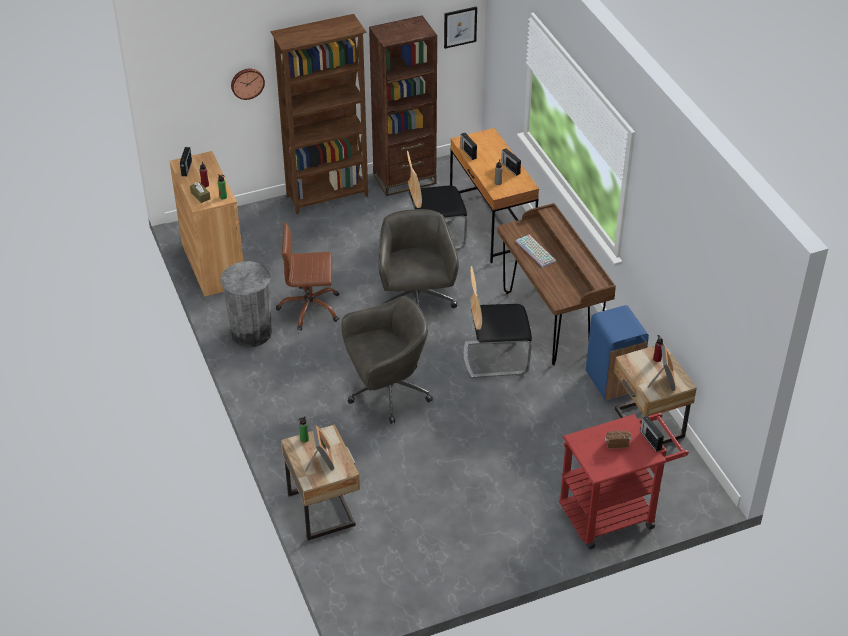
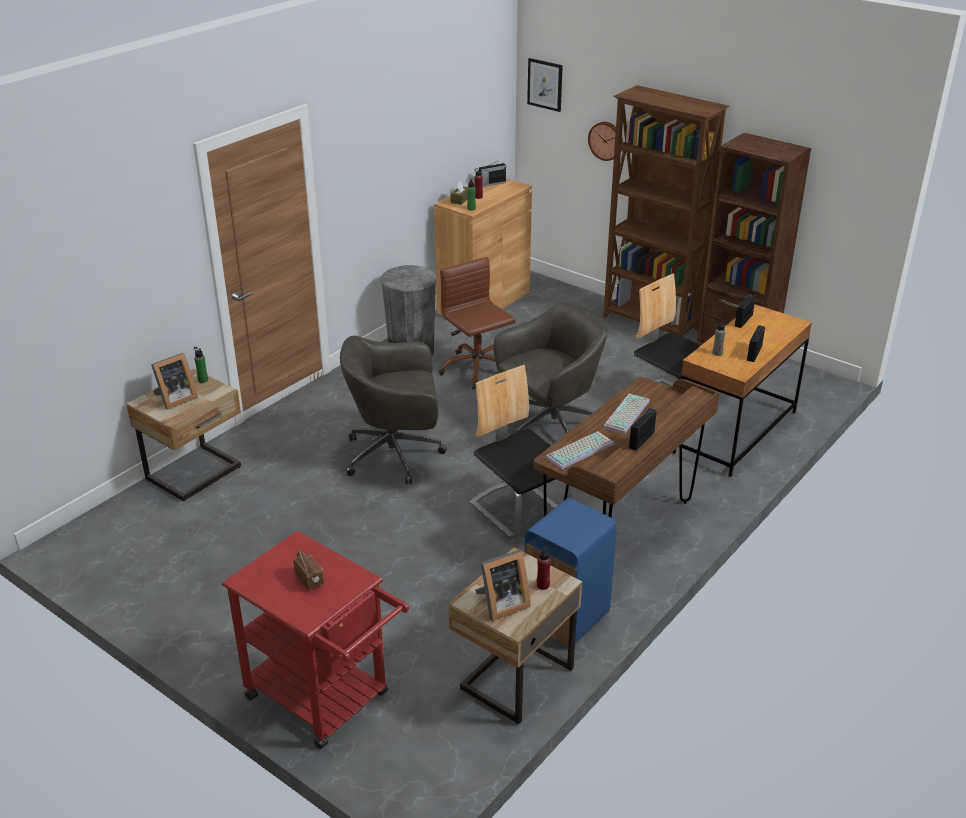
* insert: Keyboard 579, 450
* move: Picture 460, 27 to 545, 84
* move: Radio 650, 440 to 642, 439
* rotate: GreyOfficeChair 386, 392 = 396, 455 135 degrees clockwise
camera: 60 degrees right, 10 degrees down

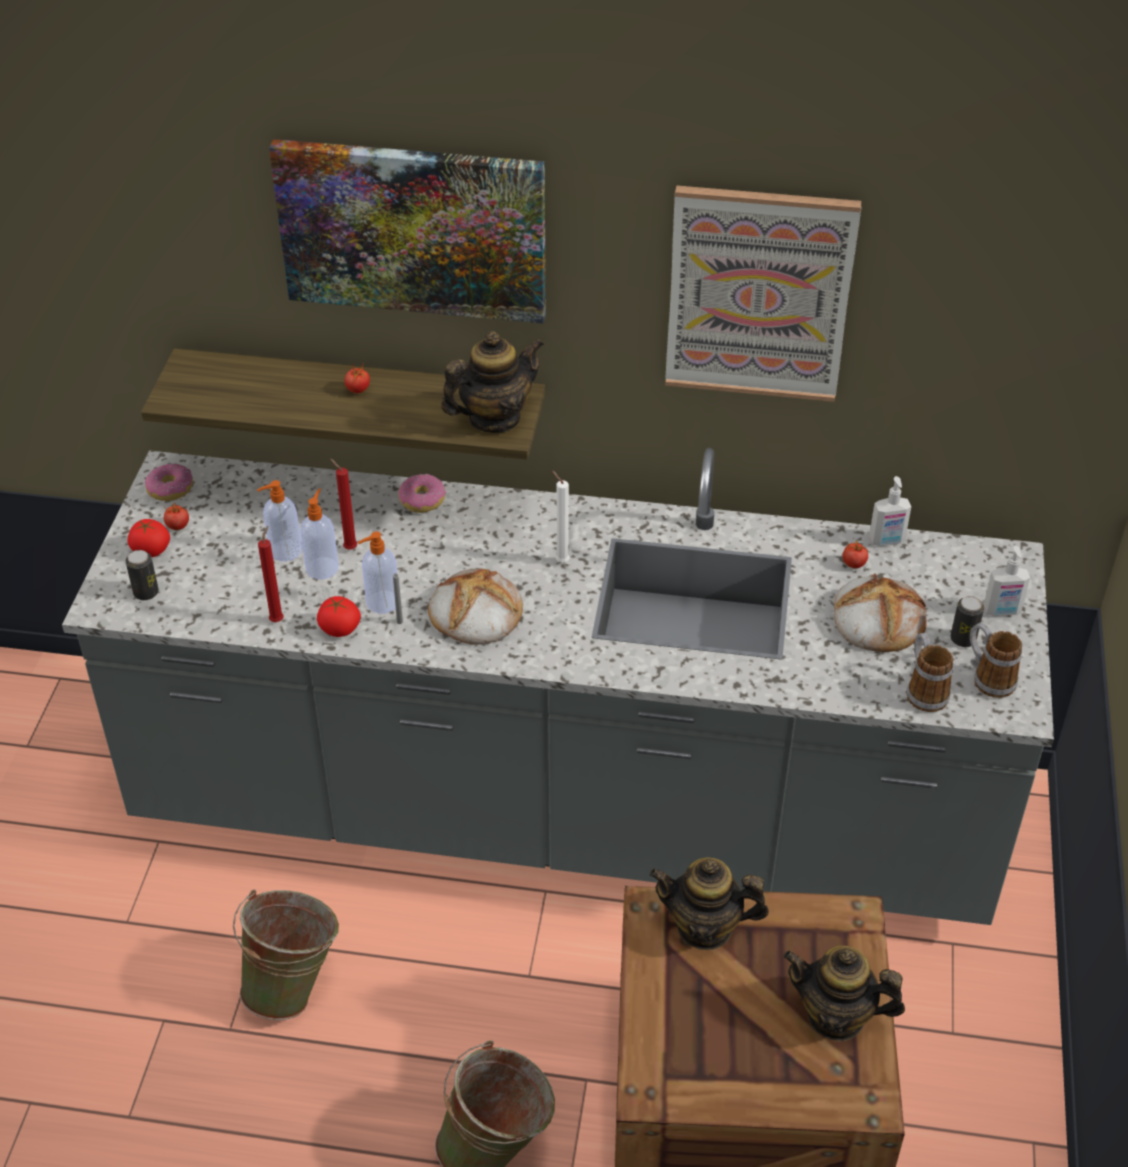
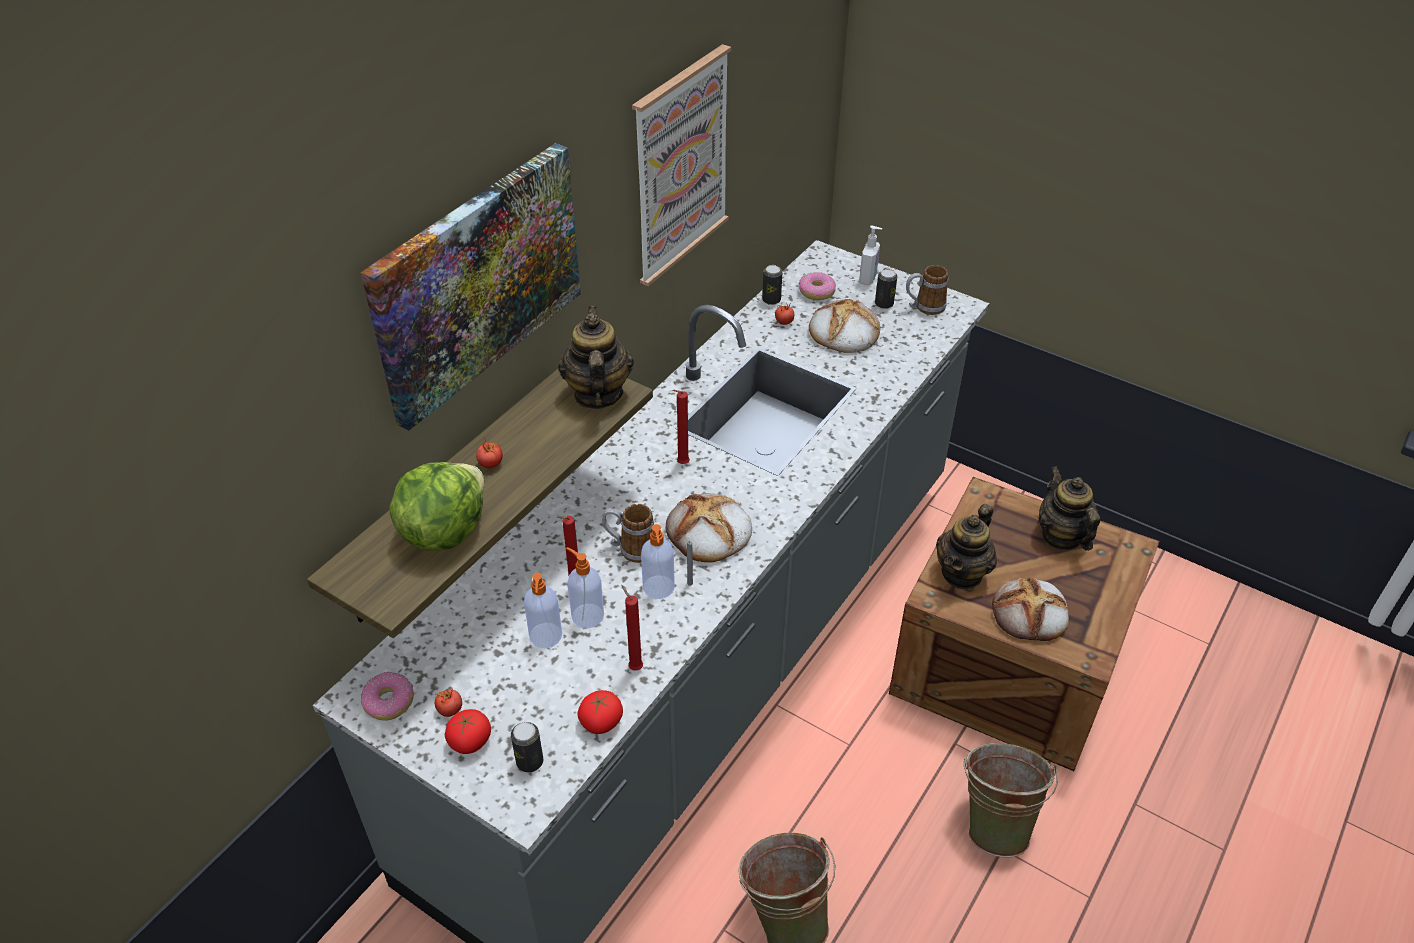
* insert: Lettuce 443, 530
* insert: Bread 1030, 614
* move: Tomato 340, 629 to 601, 722
* move: Donut 422, 500 to 816, 292
* move: Mug 923, 690 to 631, 548
* replace: SoapDispenser 887, 541 to Can 771, 300
* recolor: WhiteCandle 560, 560 to RedCandle 681, 464
* rotate: Teapot 836, 1017 = 1061, 536 120 degrees clockwise
camera: 65 degrees left, 0 degrees up

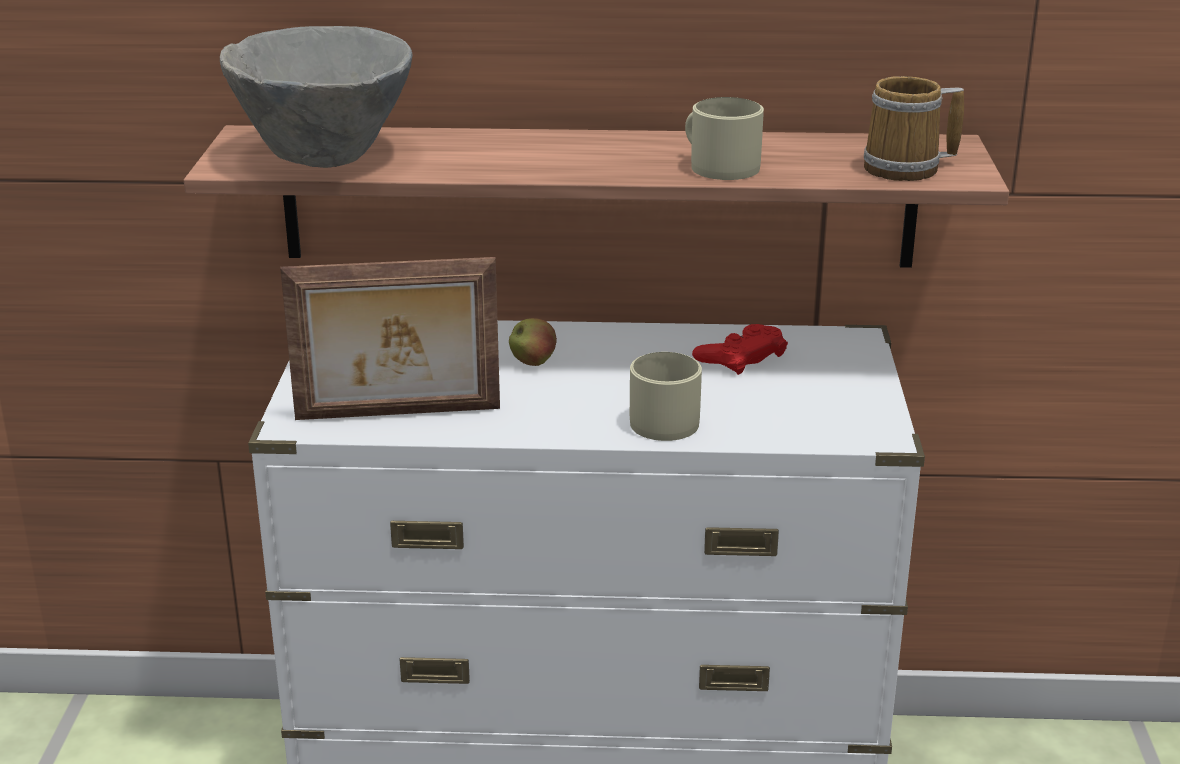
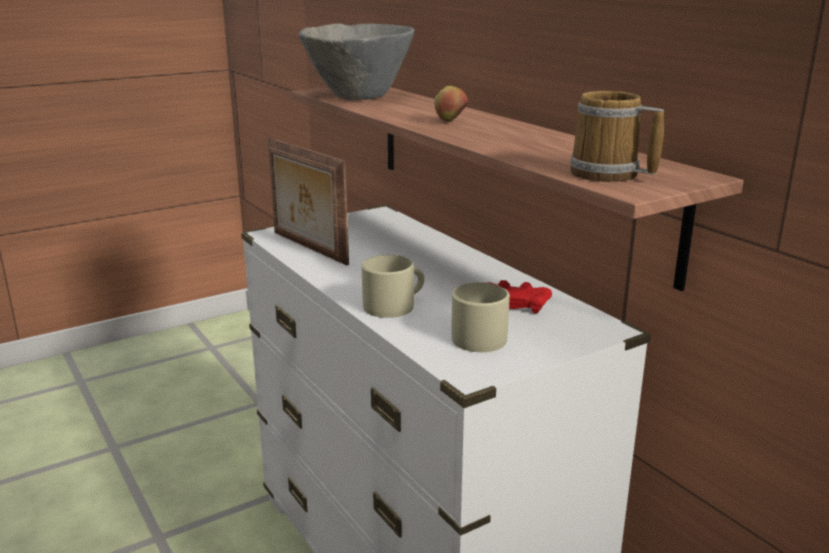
* move: Apple 533, 363 to 450, 121
* move: BeigeMug 718, 165 to 480, 336
camera: 55 degrees right, 5 degrees down

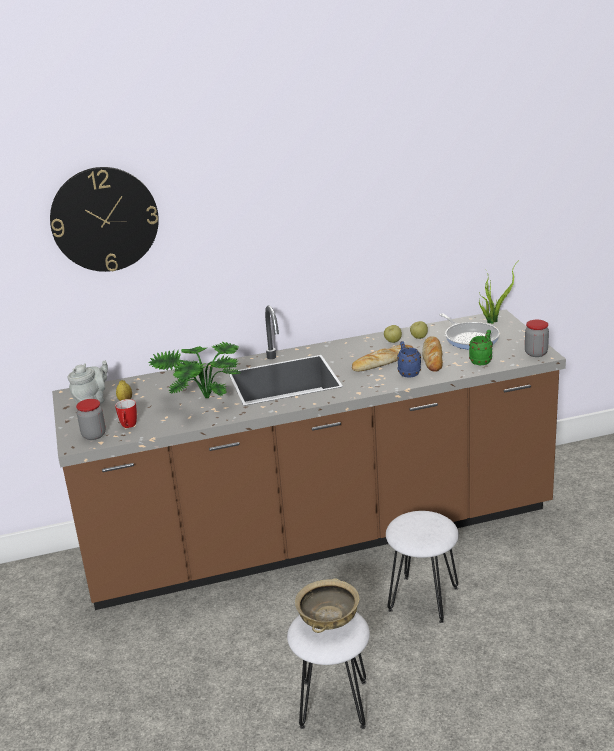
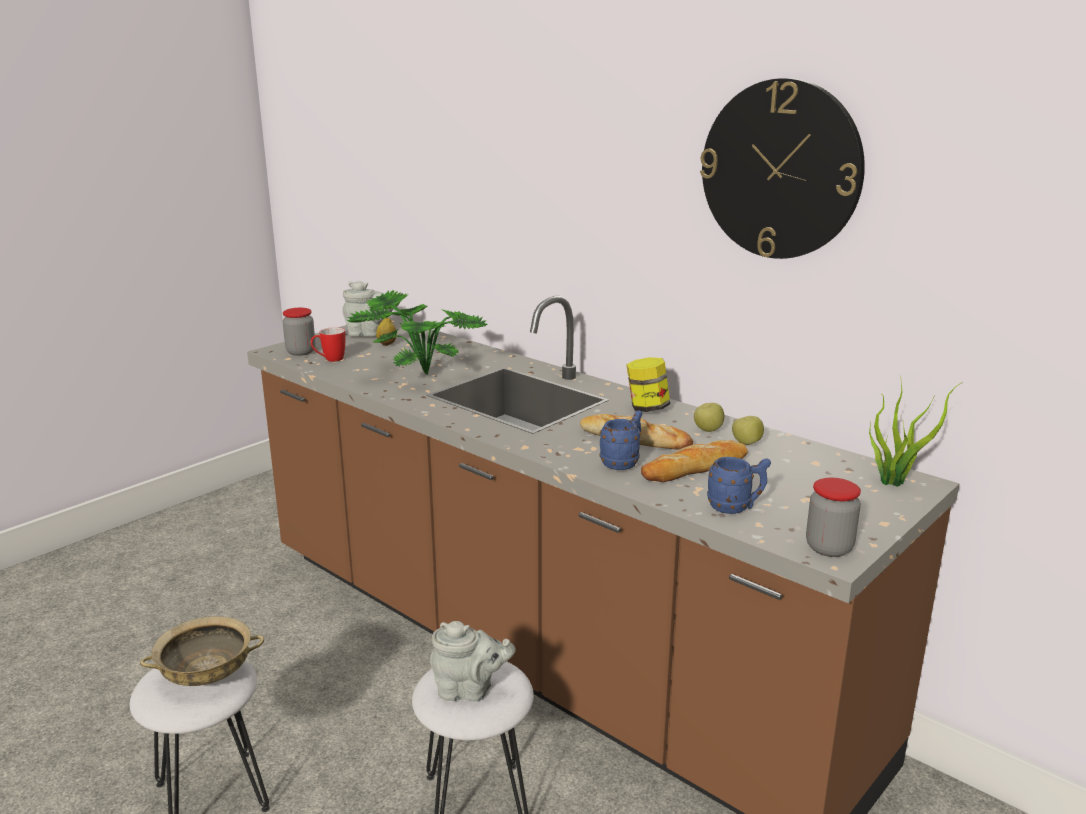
* delete: FryingPan 470, 338
* insert: GreyTeapot 469, 690
* insert: Jar 647, 408
* move: WallClock 104, 219 to 780, 170
* recolor: GreenMug 482, 360 to BlueMug 736, 507
camera: 55 degrees right, 5 degrees down

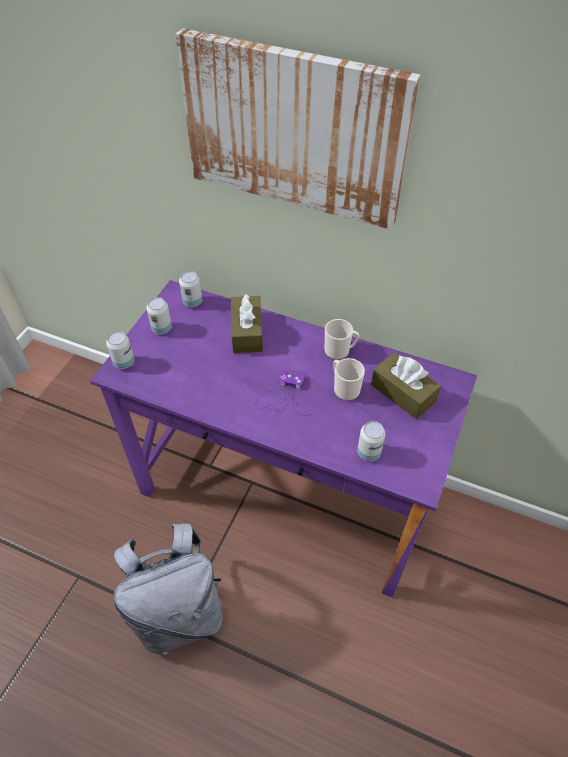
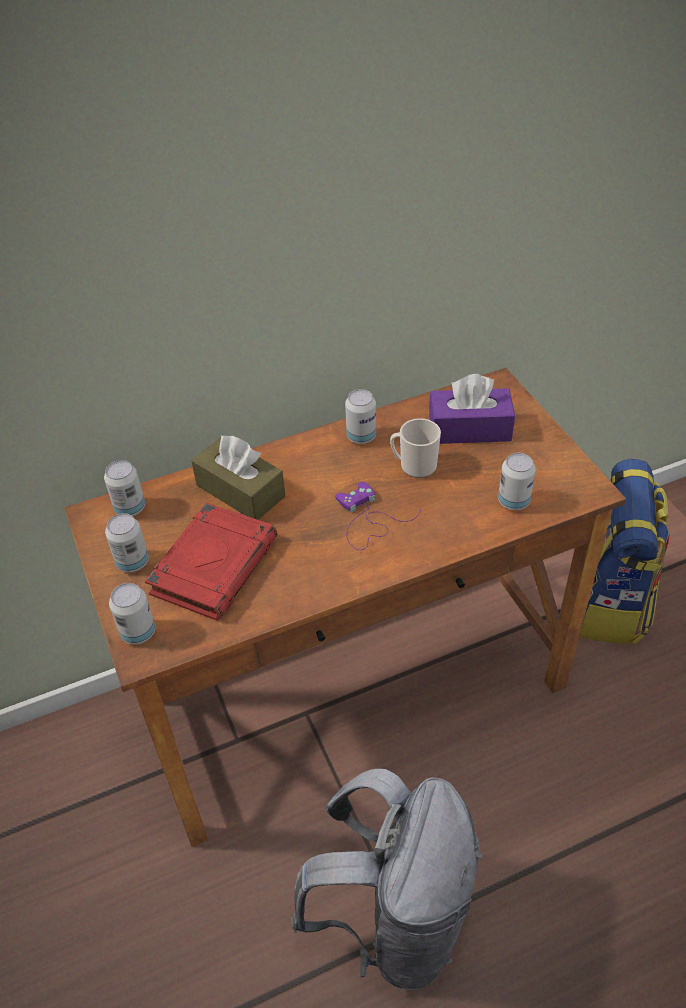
* delete: Picture 294, 130
* insert: RedBook 214, 565
* insert: Backpack 609, 602
* replace: Mug 339, 350 to Can 361, 436
* recolor: PurpleDesk 284, 491 to BrownDesk 351, 690
* recolor: BrownTissueBox 403, 393 to PurpleTissueBox 469, 429
camera: 45 degrees left, 5 degrees down

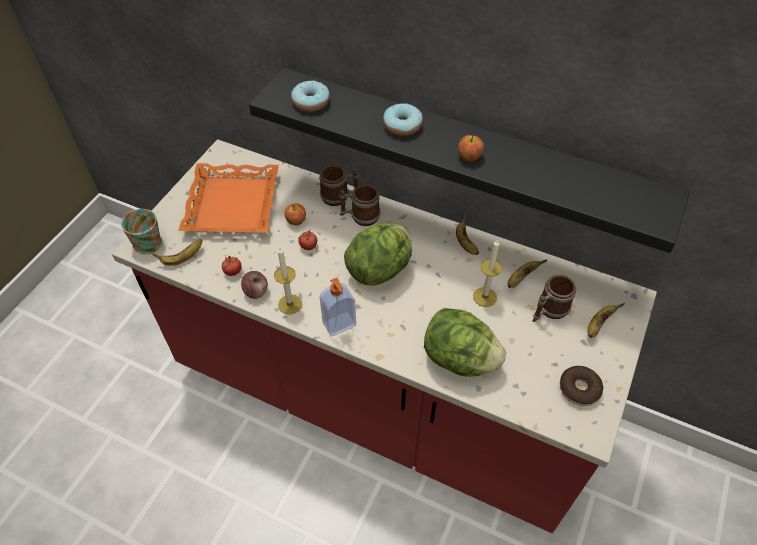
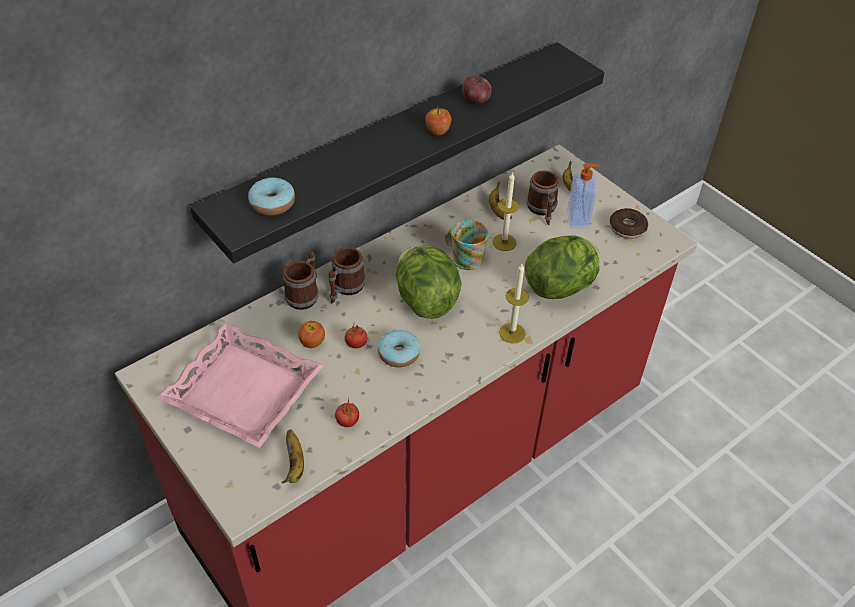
* delete: Banana 465, 243
* move: Mug 149, 240 to 463, 257
* move: Apple 256, 291 to 475, 100
* move: Candle 290, 304 to 512, 333
* move: SoapDispenser 339, 325 to 579, 219
* move: Donut 402, 126 to 399, 354
* recolor: OrangeTray 233, 205 to PinkTray 244, 390
camera: 65 degrees left, 5 degrees down

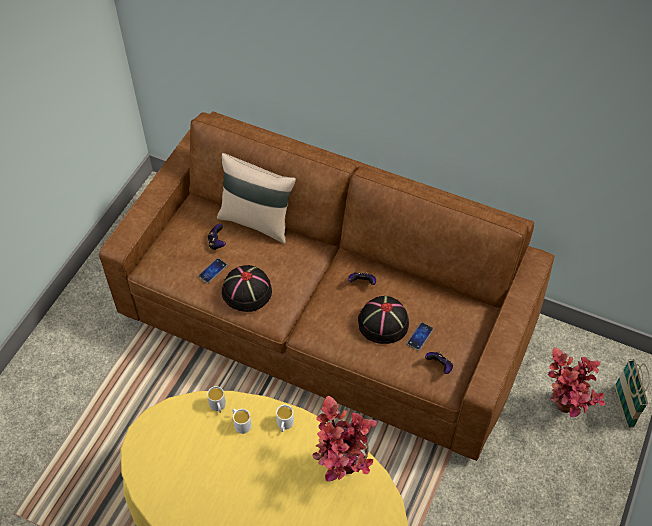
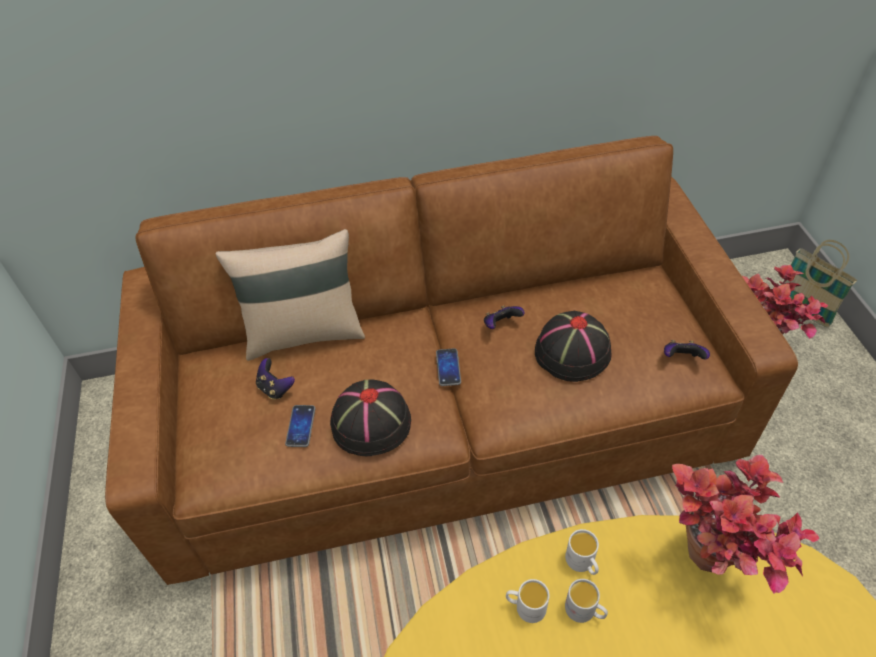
* move: WhiteMug 218, 406 to 585, 611
* move: Phone 420, 336 to 448, 367
camera: 35 degrees left, 5 degrees down

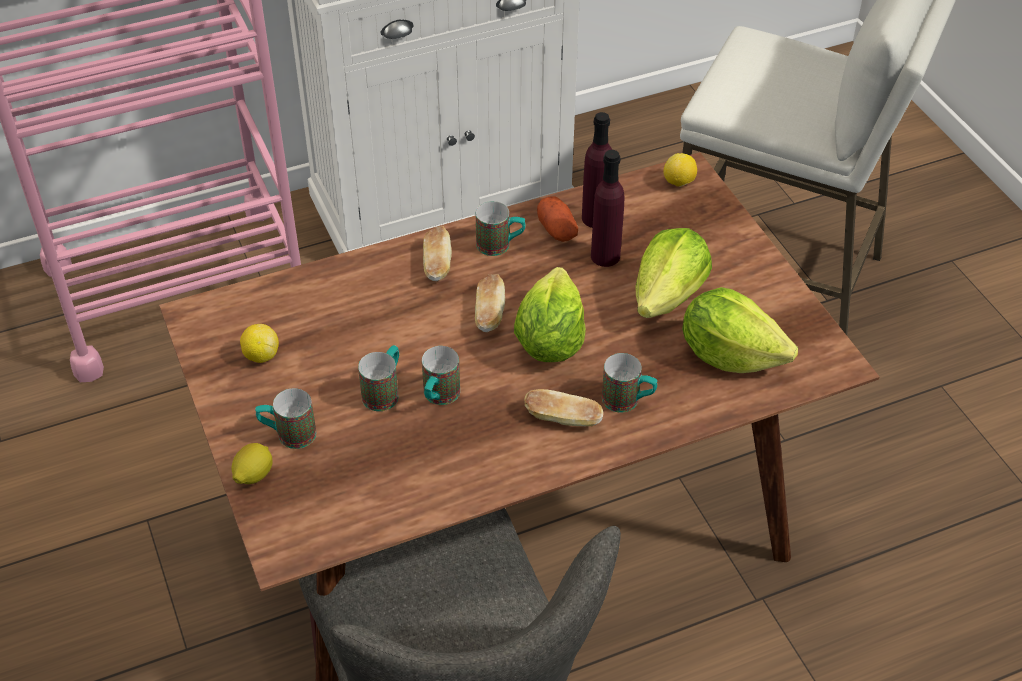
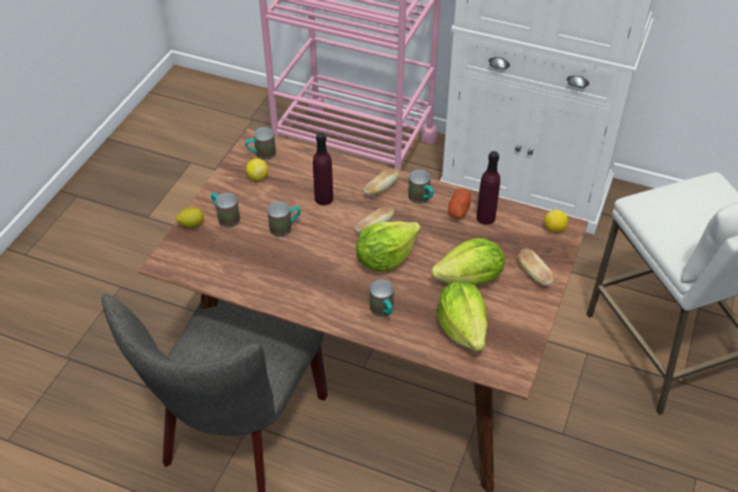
* move: Mug 438, 397 to 261, 155
* move: Bread 563, 419 to 534, 274
* move: PurpleBottle 605, 256 to 324, 198
camera: 45 degrees right, 0 degrees up

